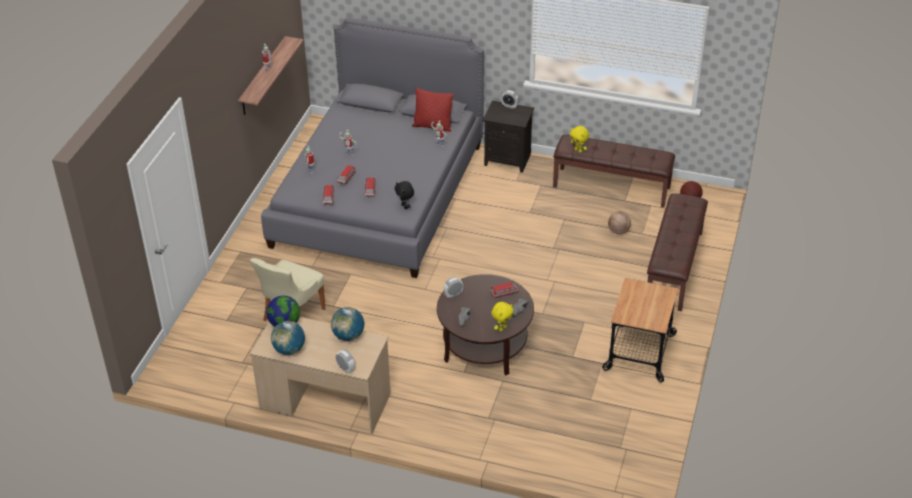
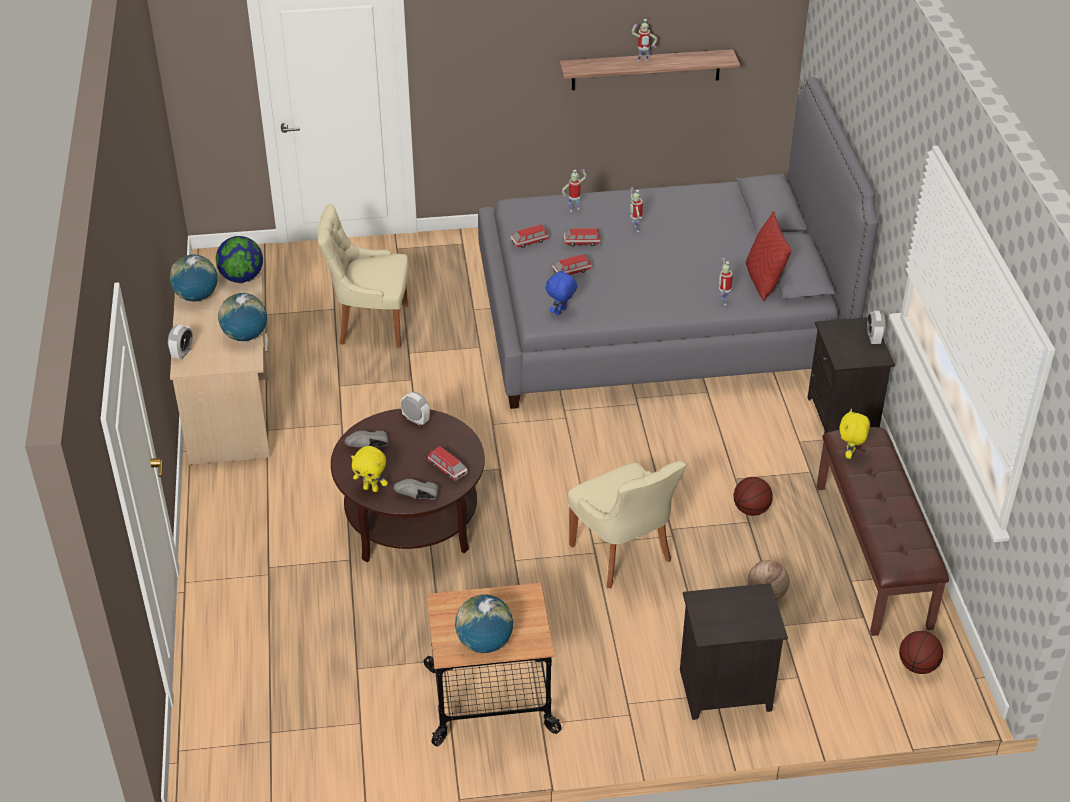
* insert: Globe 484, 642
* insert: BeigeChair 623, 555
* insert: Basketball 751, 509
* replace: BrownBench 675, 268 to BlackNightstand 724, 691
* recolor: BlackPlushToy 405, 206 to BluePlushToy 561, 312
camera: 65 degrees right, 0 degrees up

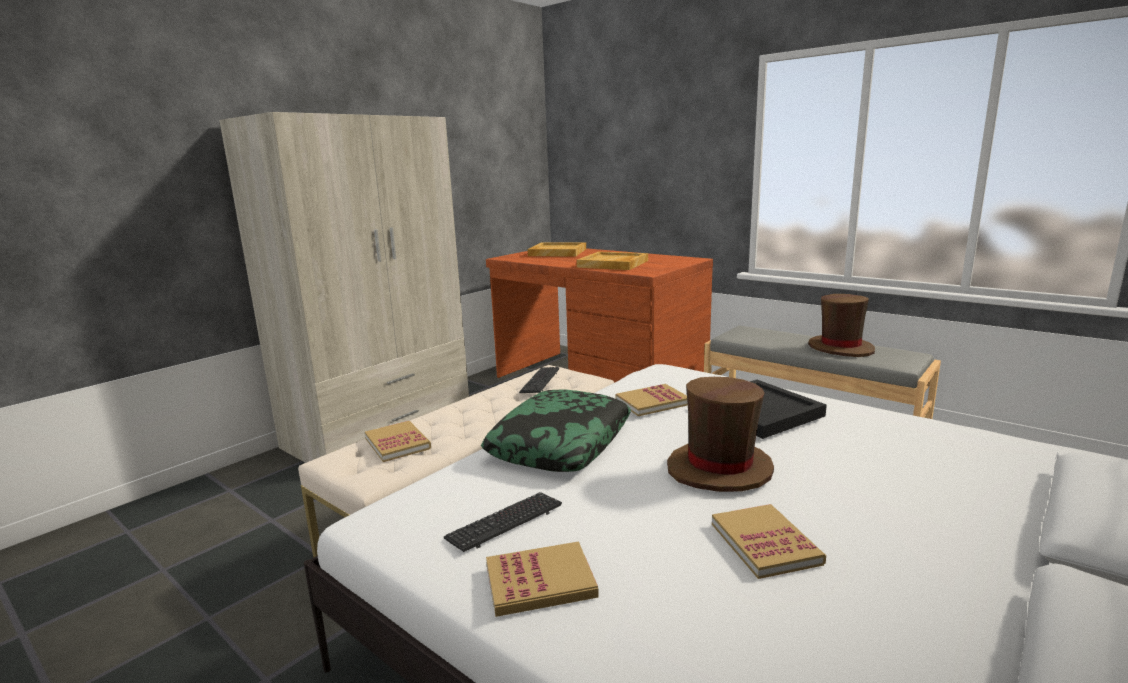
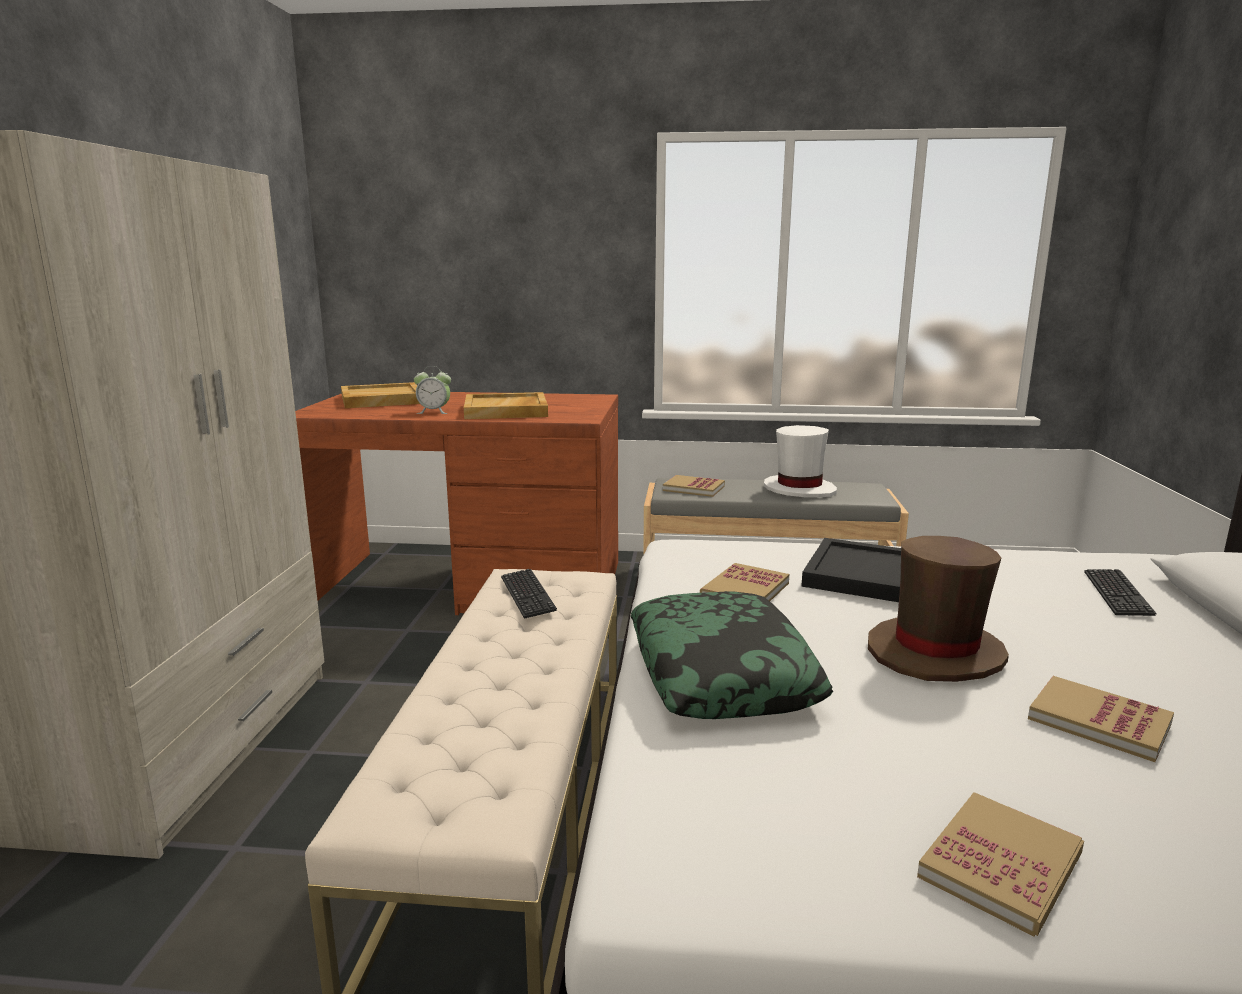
* insert: AlarmClock 434, 412
* move: Book 397, 443 to 694, 488
* move: Keyboard 505, 523 to 1117, 594
* recolor: BrownHat 840, 348 to WhiteHat 799, 489
camera: 35 degrees left, 0 degrees up

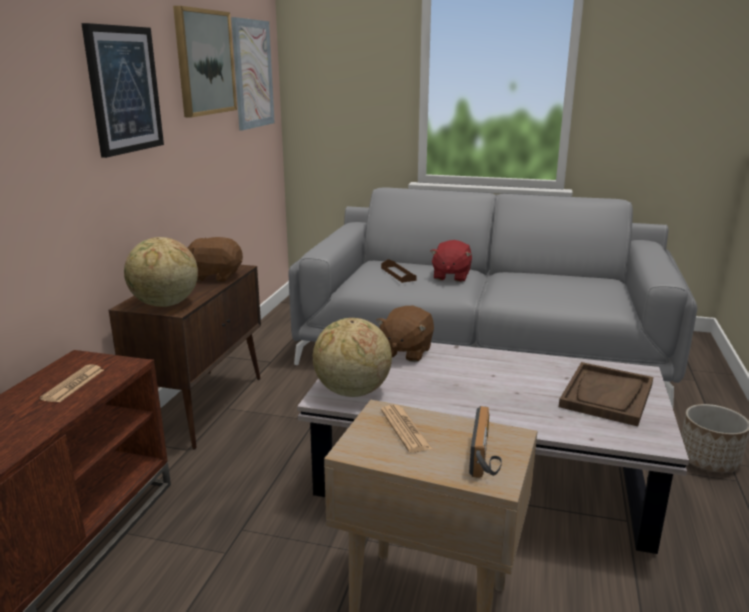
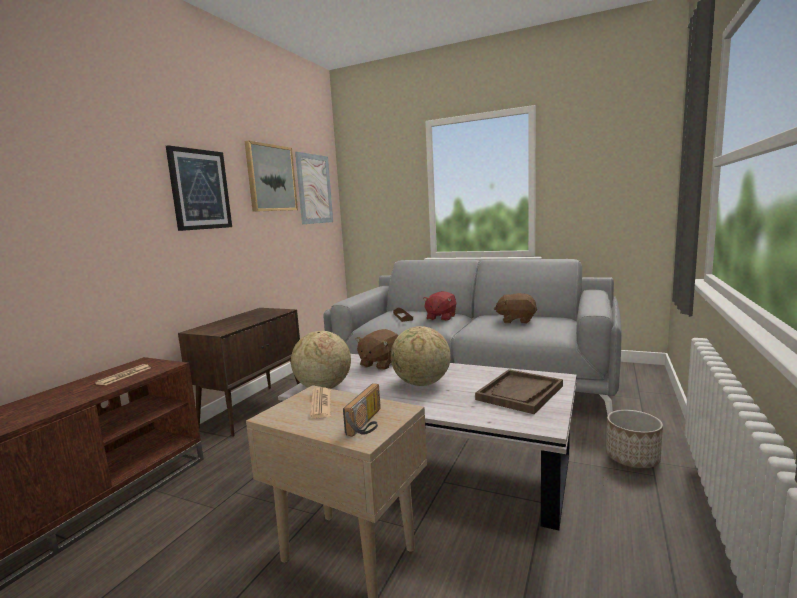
* move: Globe 165, 304 to 421, 384
* move: BrownPlushToy 215, 276 to 516, 320
camera: 10 degrees right, 10 degrees down

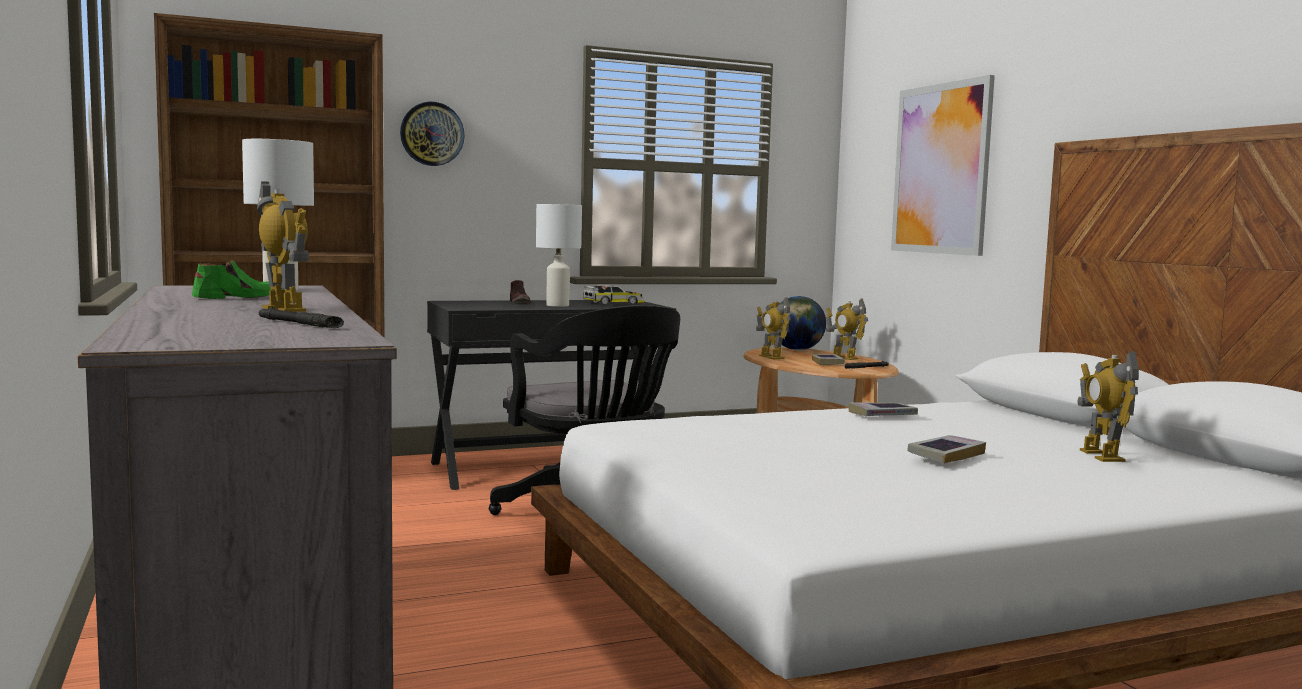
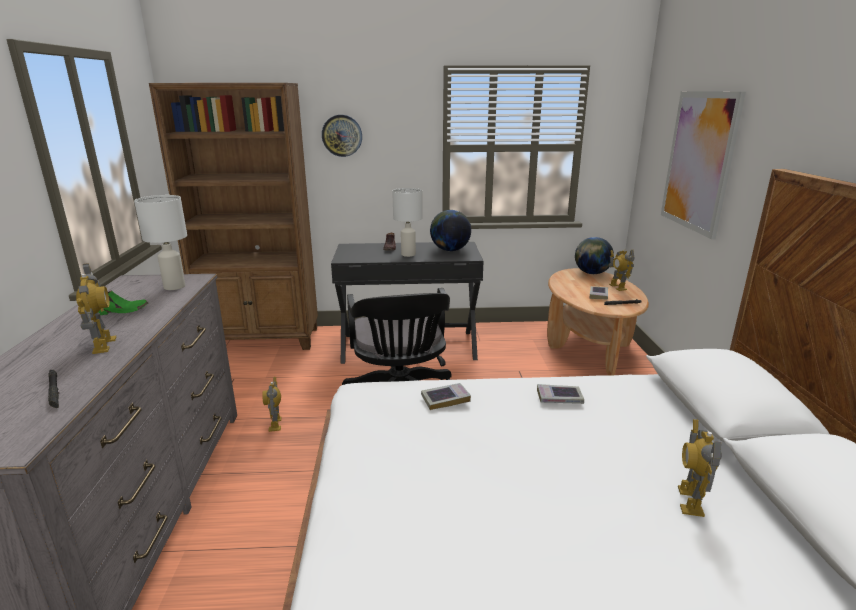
* move: ToyRobot 771, 357 to 276, 424
* move: Book 946, 455 to 445, 399
* replace: ToyCar 613, 303 to Globe 450, 250
camera: 20 degrees right, 15 degrees up

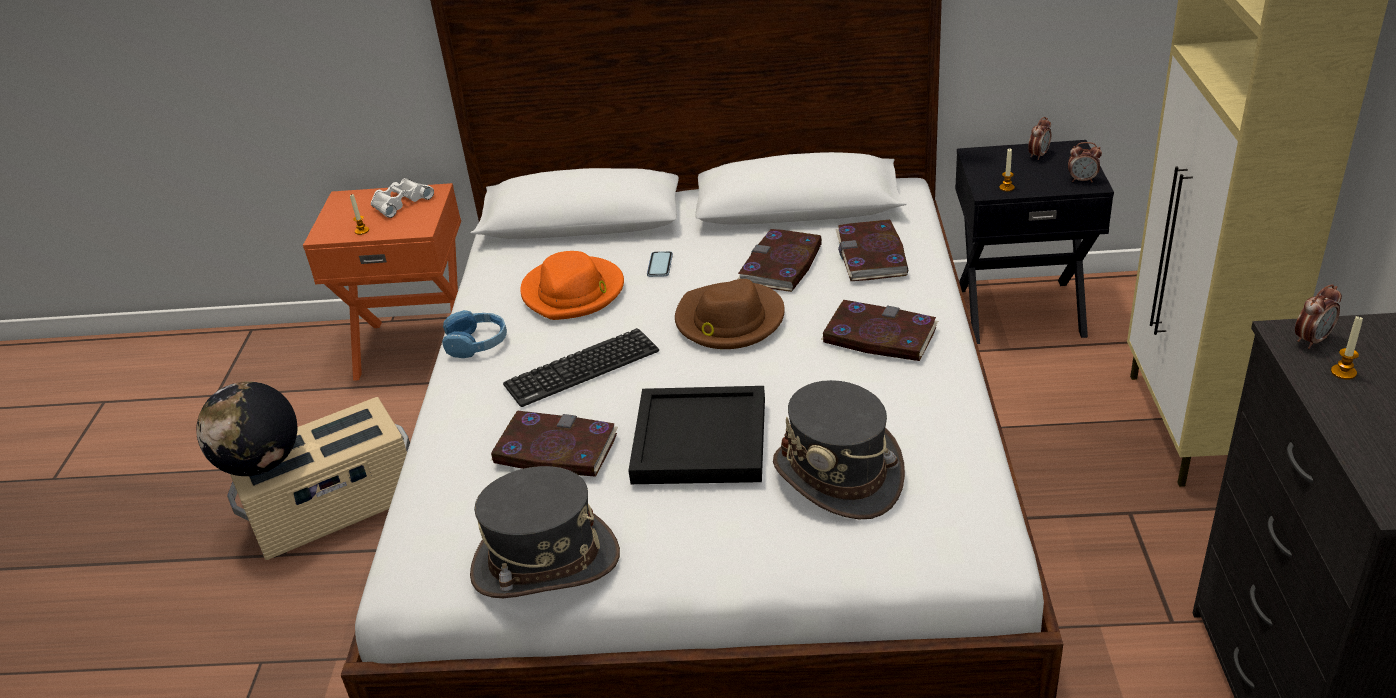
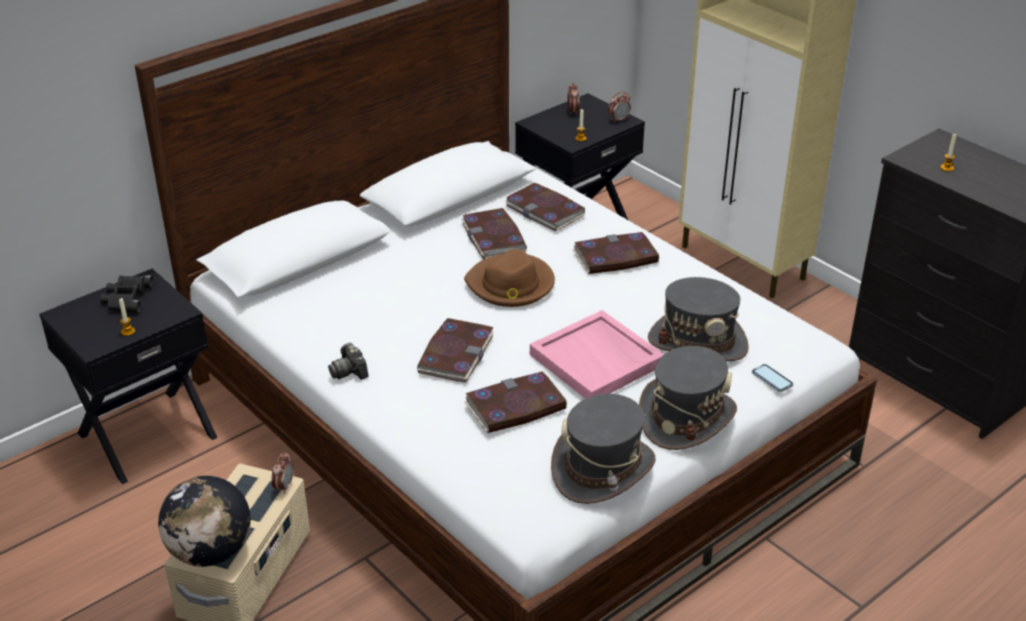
* delete: OrangeHat 573, 292
* insert: GreyHat 686, 417
* move: Phone 660, 265 to 772, 379
* move: AlarmClock 1312, 340 to 284, 486
* replace: BlueHeadphones 477, 343 to PhotoCamera 349, 371
* replace: Keyboard 582, 368 to Book 455, 353
* recolor: OrangeNightstand 417, 346 to BlackNightstand 146, 434
* recolor: WhiteBinoculars 400, 202 to BlackBinoculars 127, 298
* recolor: BlackTray 701, 441 to PinkTray 597, 360
camera: 45 degrees left, 0 degrees up

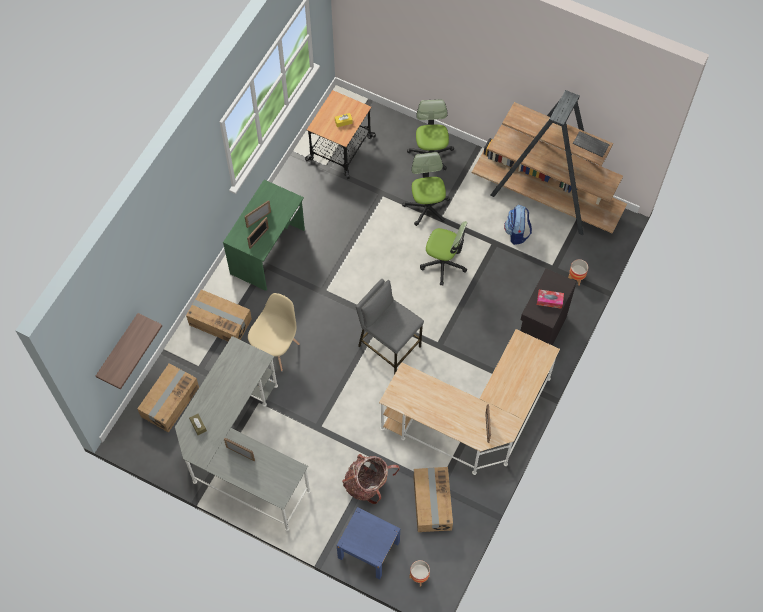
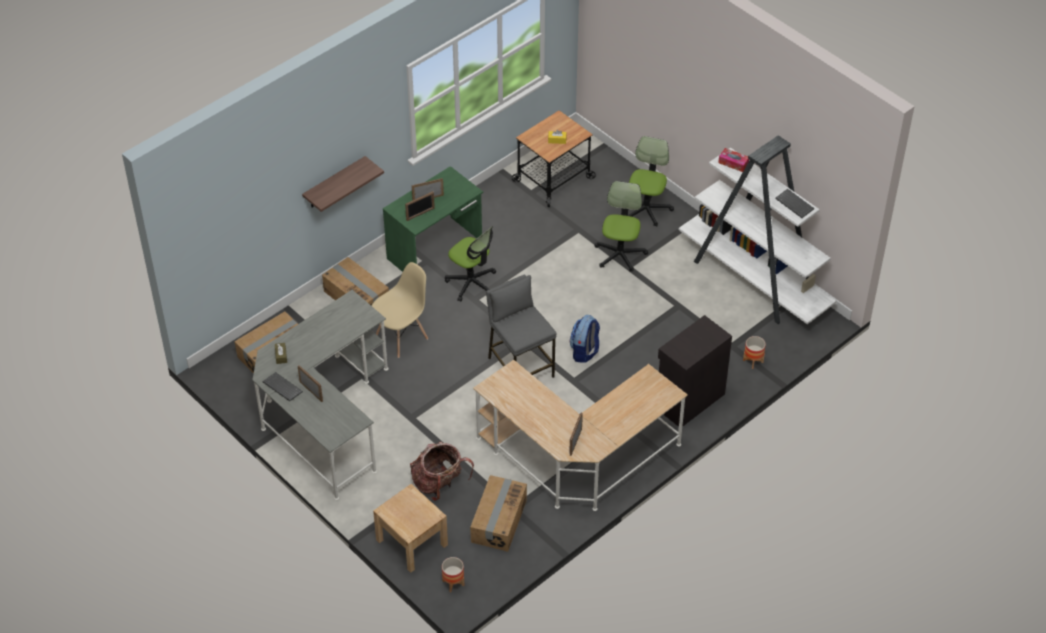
* insert: Keyboard 281, 387
* move: Shelf 118, 348 to 334, 183
* move: OfficeChair 443, 263 to 472, 283
* move: Backpack 517, 233 to 584, 352
* move: TissueBox 549, 301 to 733, 163
* recolor: BlueNightstand 368, 549 to BeigeNightstand 412, 542
* recolor: BrownBookcase 547, 199 to WhiteBookcase 754, 281
camera: 20 degrees right, 15 degrees down

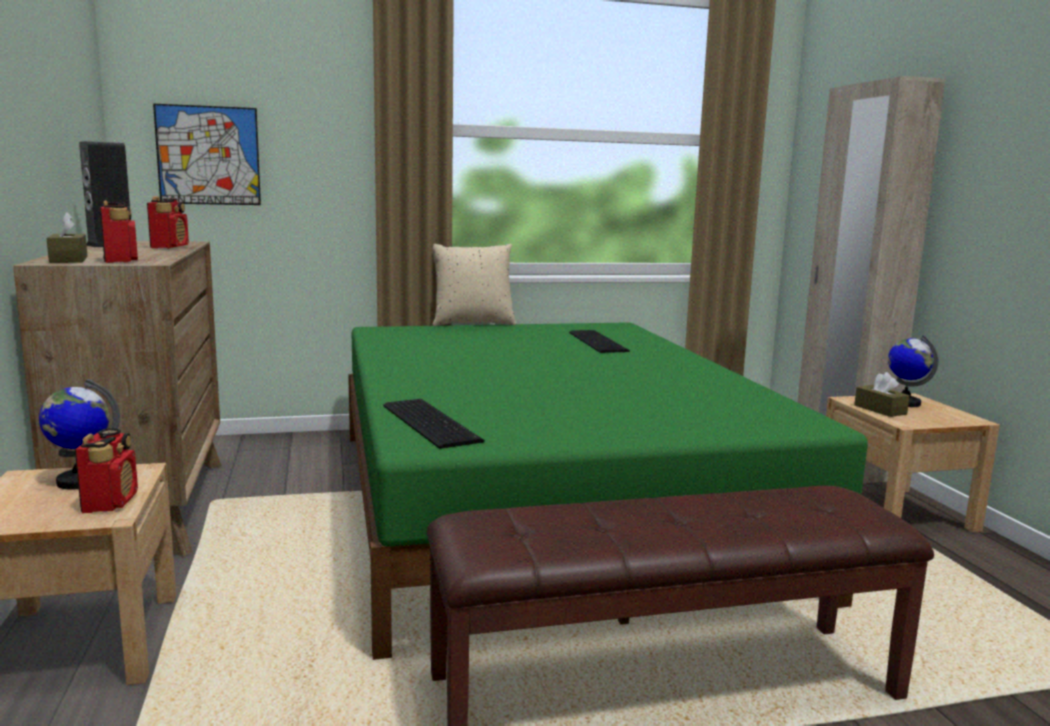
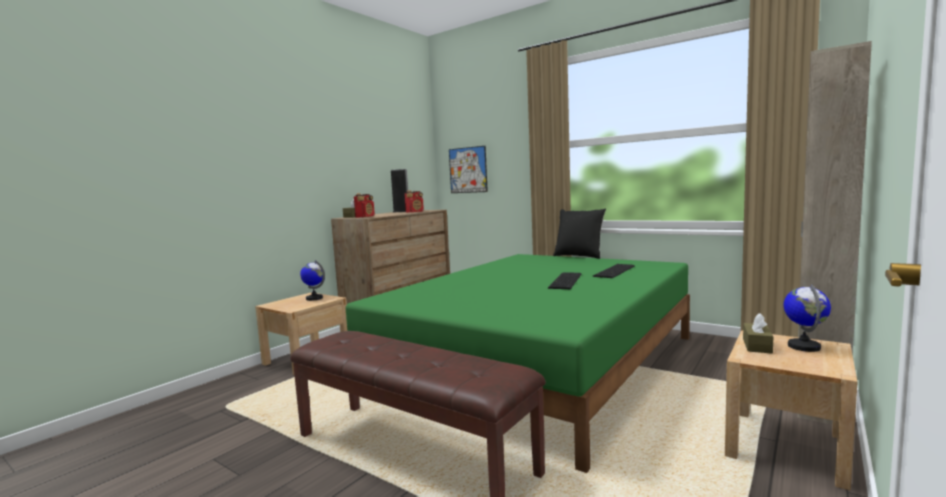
* delete: Radio 110, 502
* move: Keyboard 432, 422 to 567, 281
* recolor: BeigePillow 472, 323 to BlackPillow 579, 256
camera: 50 degrees right, 5 degrees down

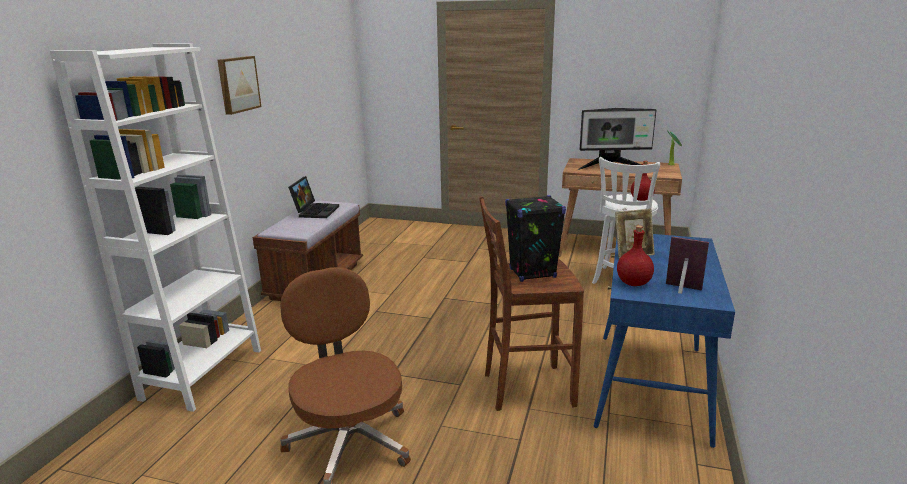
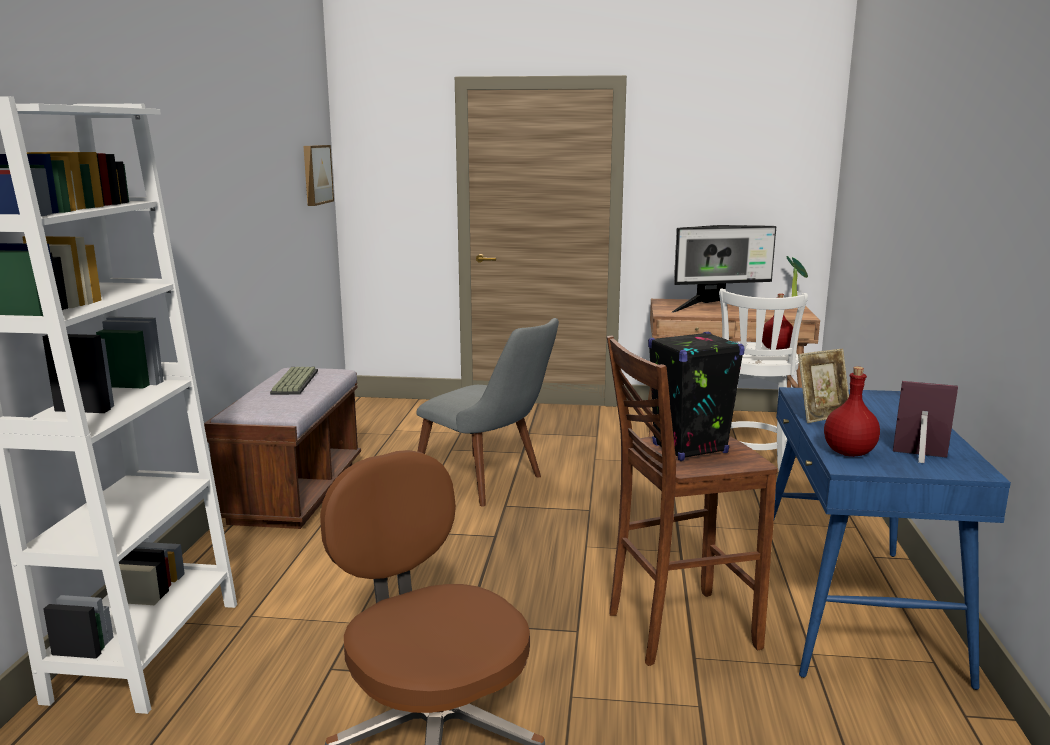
* insert: GreyChair 490, 483
* move: Picture 237, 84 to 315, 174
* replace: Laptop 315, 211 to Keyboard 293, 382
camera: 10 degrees left, 5 degrees down

